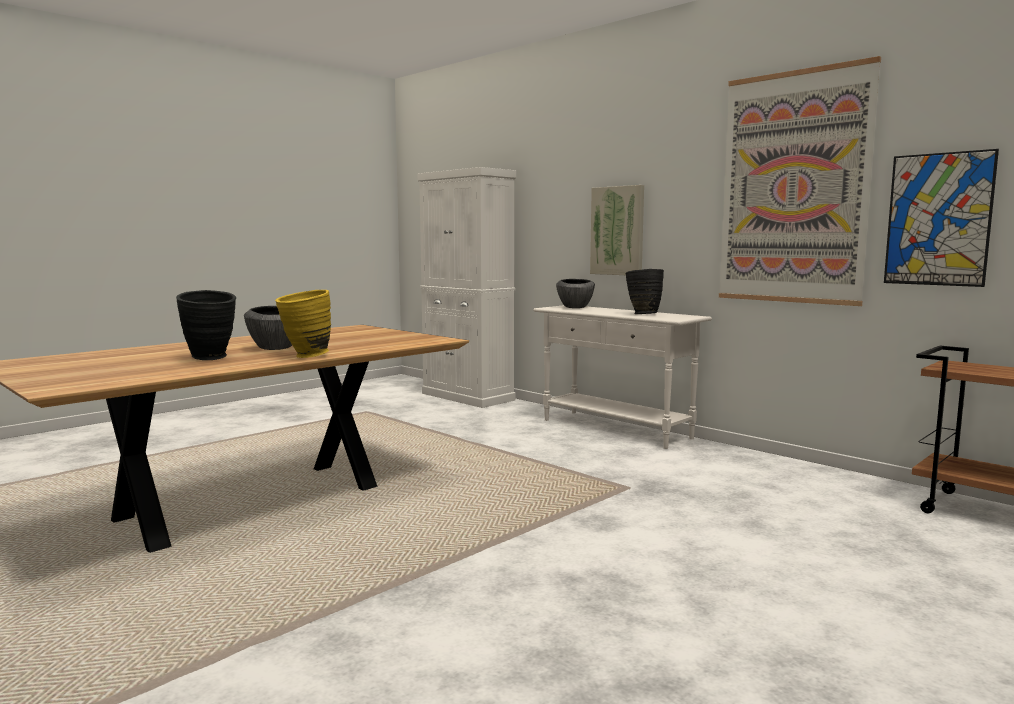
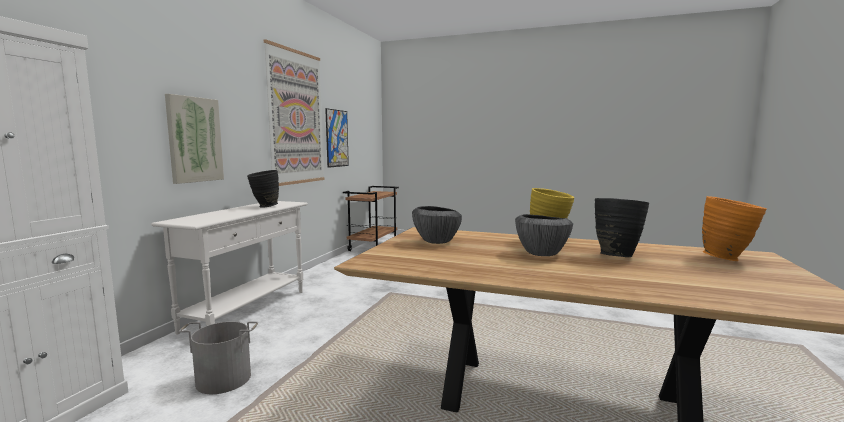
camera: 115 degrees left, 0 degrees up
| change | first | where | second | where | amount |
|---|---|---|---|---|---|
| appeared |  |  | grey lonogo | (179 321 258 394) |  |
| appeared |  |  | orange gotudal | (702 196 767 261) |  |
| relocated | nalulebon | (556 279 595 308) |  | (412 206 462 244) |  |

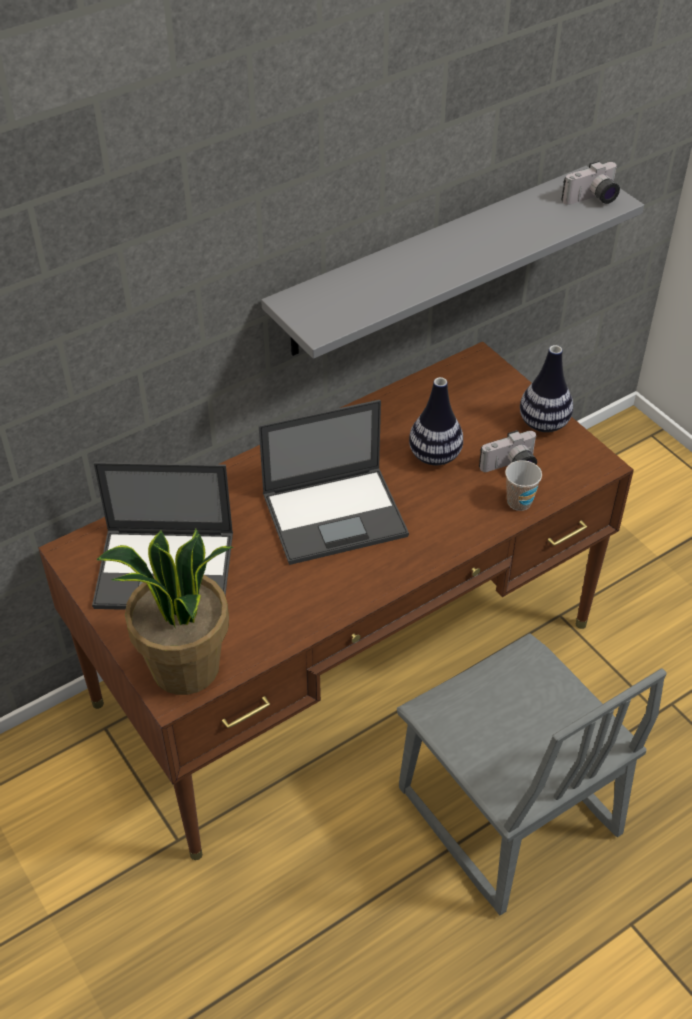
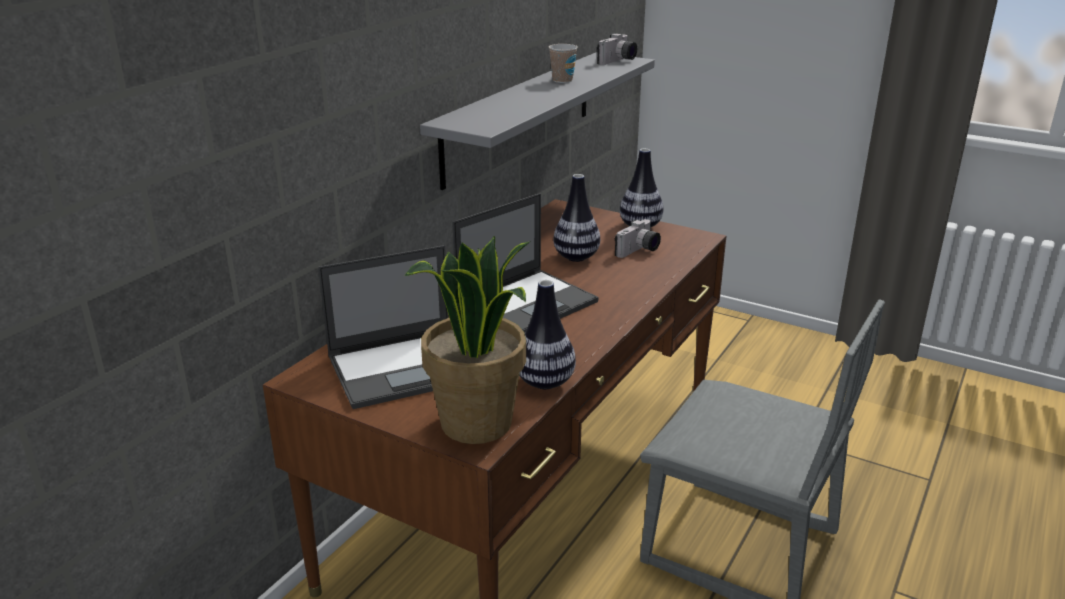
camera: 25 degrees left, 20 degrees down
| change | first | where | second | where | amount |
|---|---|---|---|---|---|
| appeared |  |  | gotudal | (519 280 576 389) |  |
| relocated | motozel | (505 460 542 511) |  | (549 44 578 83) |  |

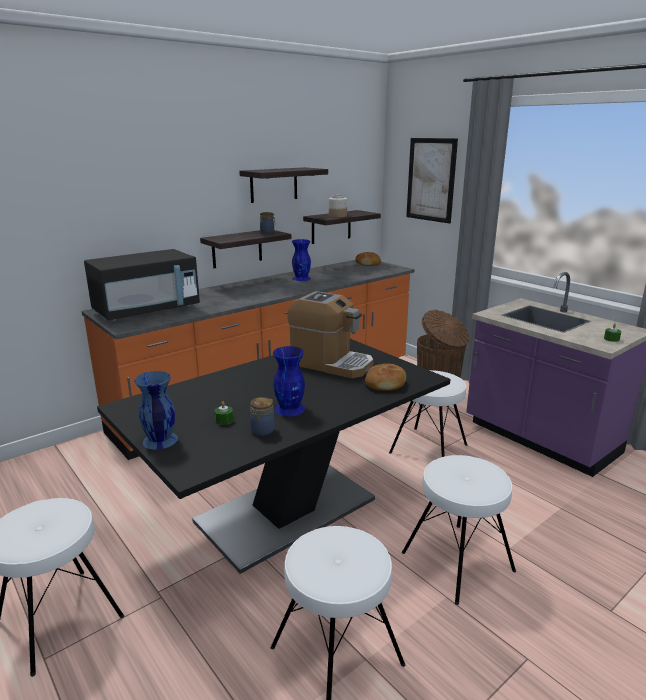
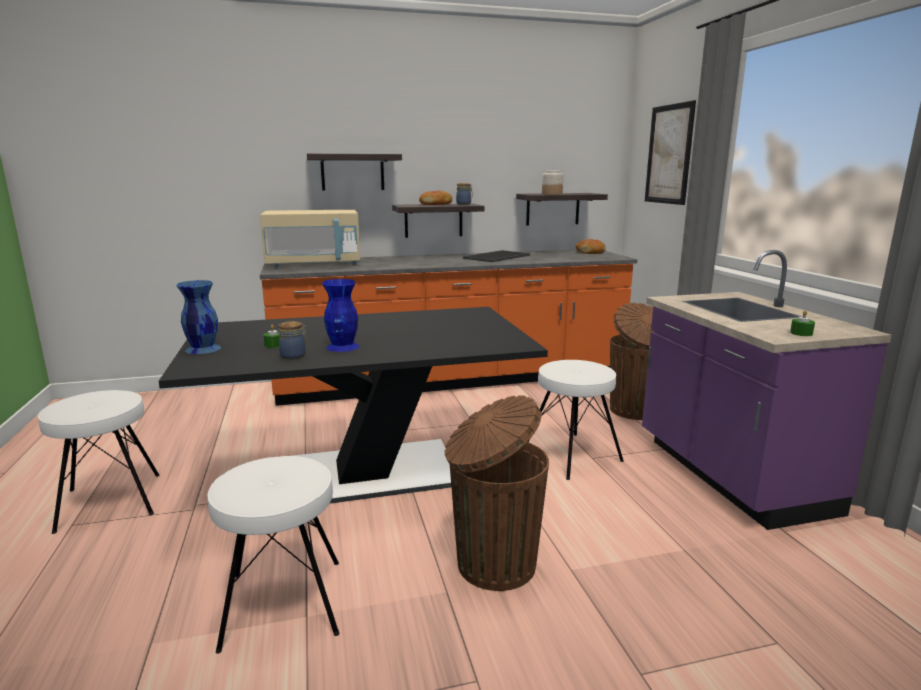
camera: 25 degrees right, 5 degrees down
| change | first | where | second | where | amount |
|---|---|---|---|---|---|
| missing | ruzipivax | (287 291 374 378) |  |  |  |
| relocated | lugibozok | (239 167 328 203) |  | (307 153 402 191) |  |
| relocated | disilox | (365 364 406 391) |  | (419 190 452 205) |  |
| exchanged | blue gotudal | (292 239 311 281) | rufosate | (463 250 530 262) |  |
| exchanged | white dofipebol | (402 455 516 605) | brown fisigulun | (445 395 549 591) |  |
| colour | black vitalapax | (84 249 200 321) | beige vitalapax | (260 210 360 267) |  |

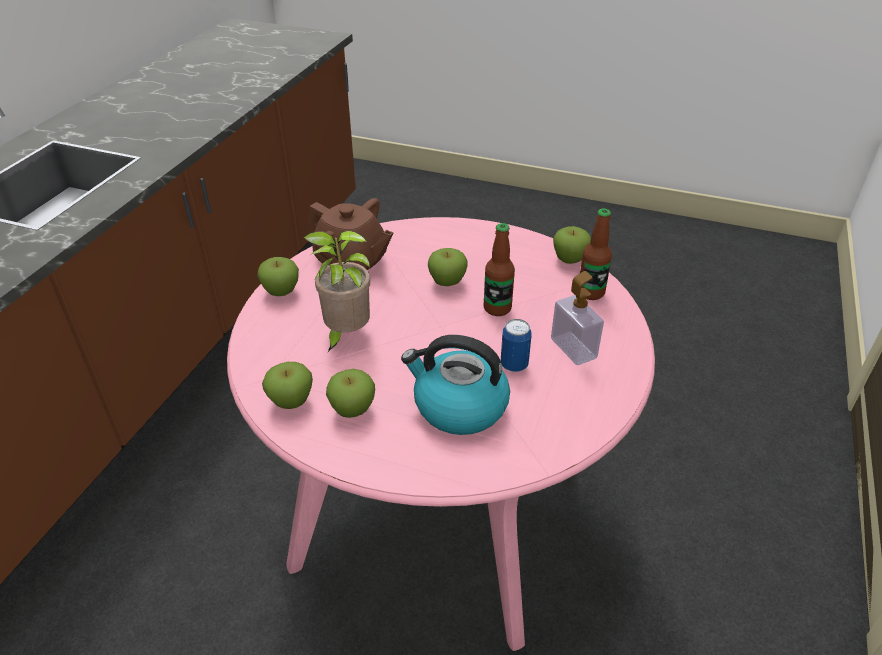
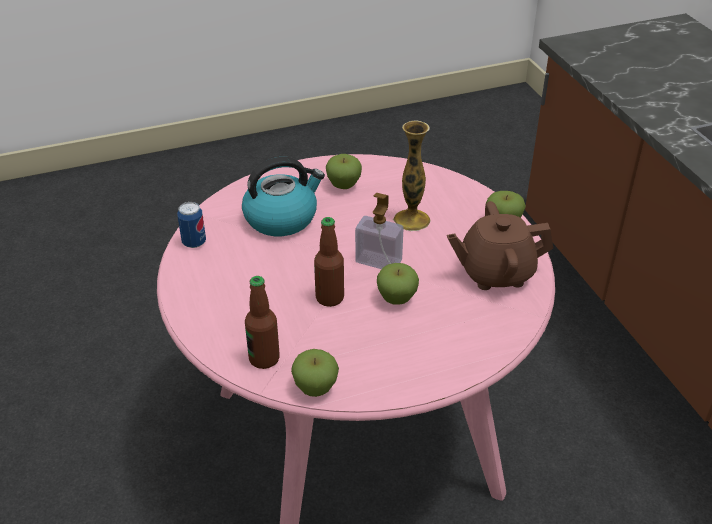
camera: 140 degrees right, 0 degrees up
| change | first | where | second | where | amount |
|---|---|---|---|---|---|
| missing | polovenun | (262 362 313 409) |  |  |  |
| relocated | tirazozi | (501 319 532 372) |  | (177 202 206 248) |  |
| relocated | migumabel | (551 271 604 365) |  | (355 193 404 269) |  |
| exchanged | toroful | (304 231 370 352) | gotudal | (393 121 431 231) |  |

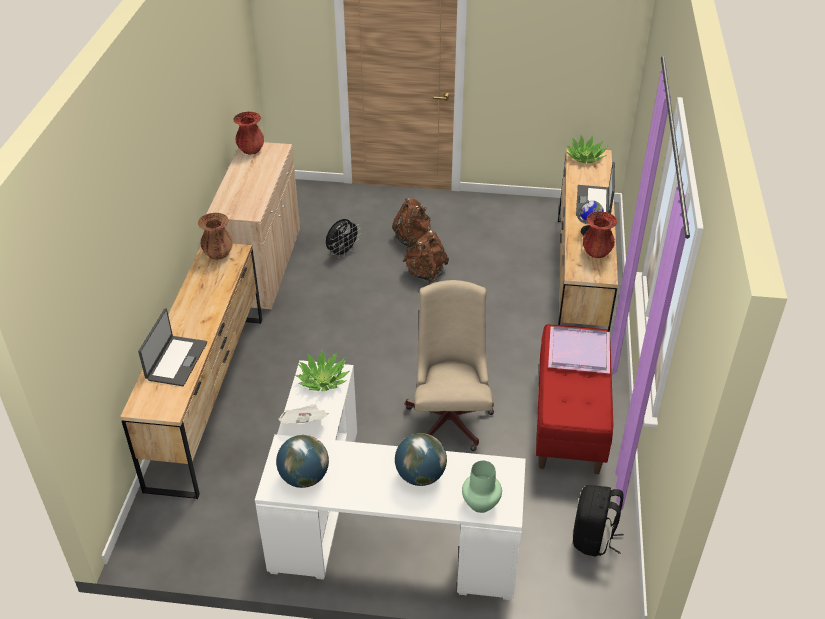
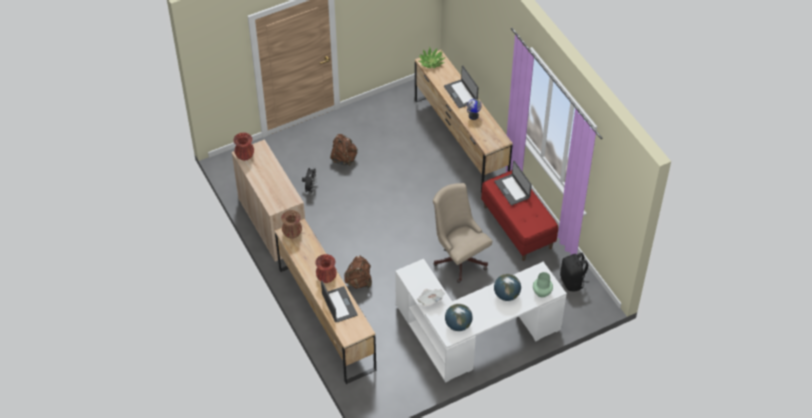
camera: 35 degrees left, 10 degrees up
| change | first | where | second | where | amount |
|---|---|---|---|---|---|
| missing | toroful | (295 349 349 391) |  |  |  |
| relocated | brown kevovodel | (403 230 449 283) |  | (344 256 372 289) |  |
| relocated | red gotudal | (583 211 617 258) |  | (315 254 337 283) |  |
| exchanged | purple rufosate | (548 326 610 373) | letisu | (494 161 532 206) |  |

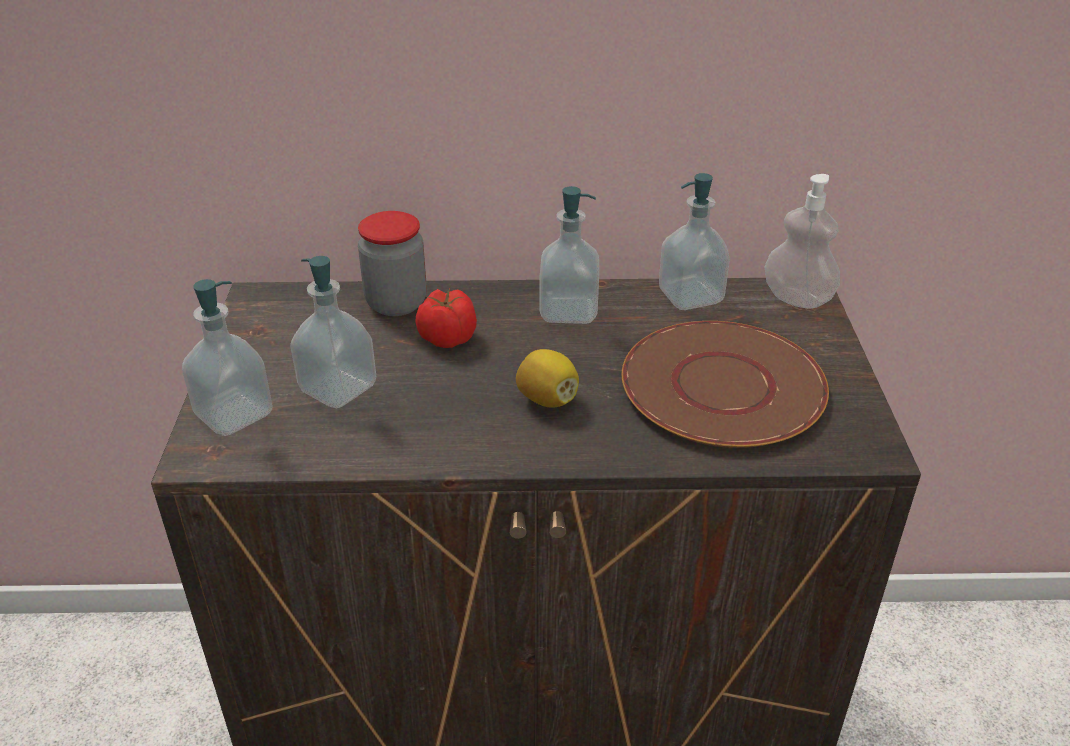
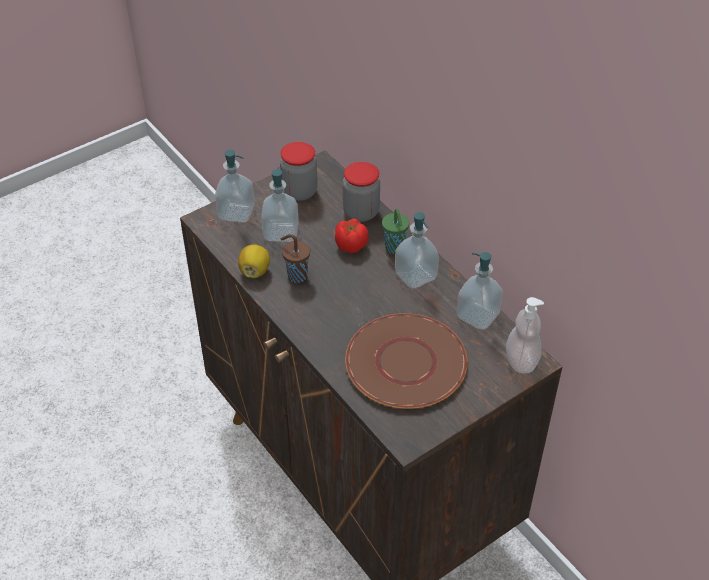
camera: 55 degrees right, 10 degrees up
| change | first | where | second | where | amount |
|---|---|---|---|---|---|
| appeared |  |  | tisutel | (280 142 318 201) |  |
| appeared |  |  | brown motozel | (281 234 310 283) |  |
| appeared |  |  | green motozel | (382 209 409 254) |  |
| relocated | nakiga | (516 349 579 408) |  | (238 244 270 278) |  |

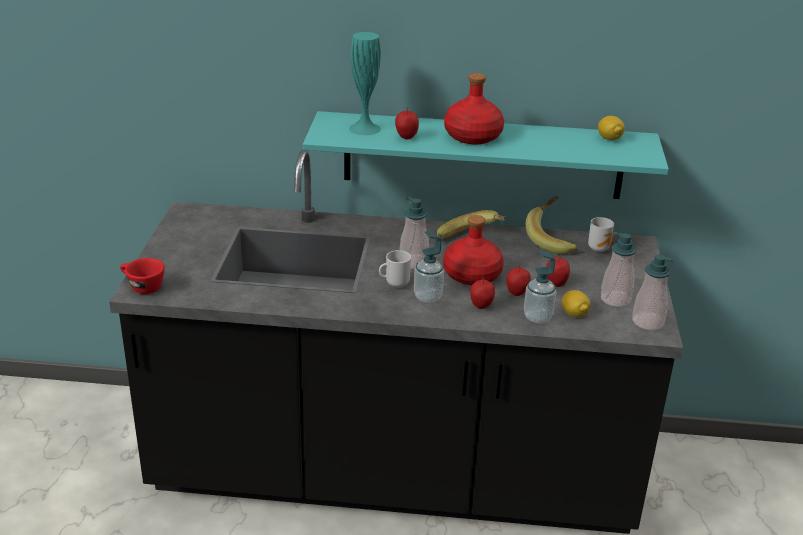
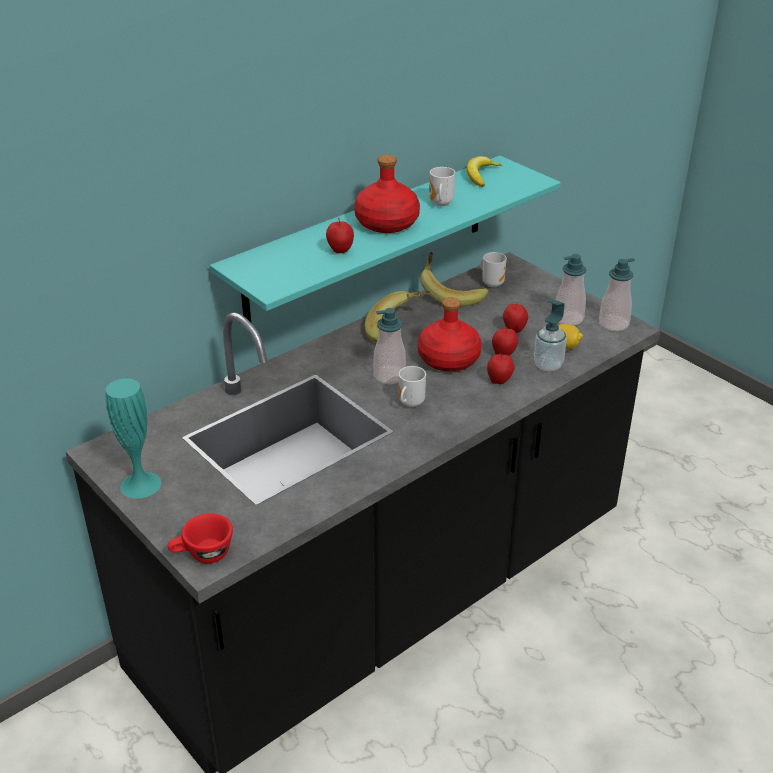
camera: 45 degrees left, 5 degrees up
| change | first | where | second | where | amount |
|---|---|---|---|---|---|
| missing | migumabel | (414 231 444 303) |  |  |  |
| appeared |  |  | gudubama | (429 167 455 206) |  |
| relocated | turquoise gotudal | (349 32 381 135) |  | (106 378 161 499) |  |
| exchanged | nakiga | (598 116 625 140) | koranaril | (467 156 502 187) |  |

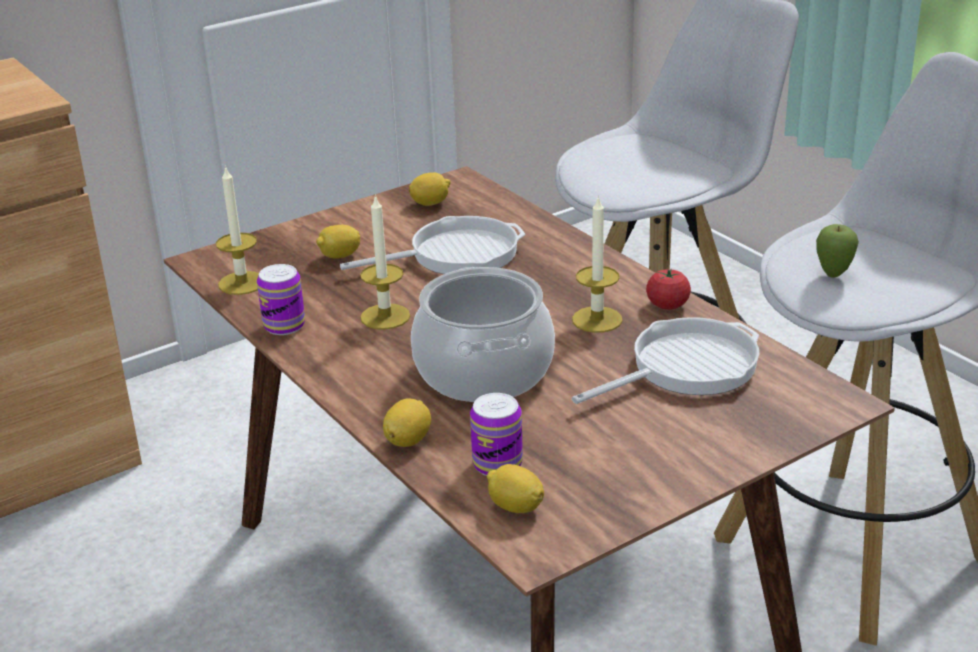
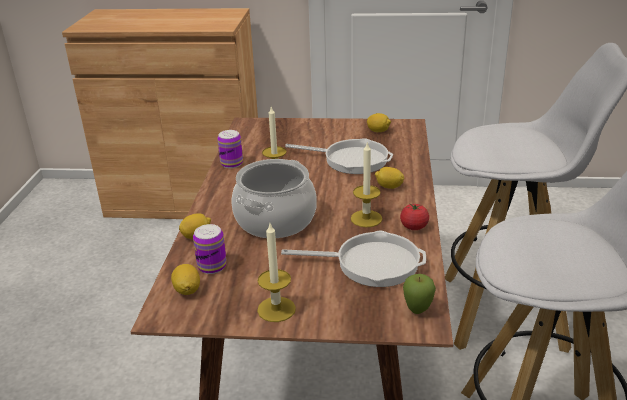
camera: 40 degrees right, 0 degrees up
| change | first | where | second | where | amount |
|---|---|---|---|---|---|
| relocated | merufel | (216 165 259 295) |  | (257 223 296 322) |  |
| relocated | nakiga | (316 225 360 259) |  | (375 167 404 189) |  |
| relocated | polovenun | (816 224 859 278) |  | (403 274 436 314) |  |

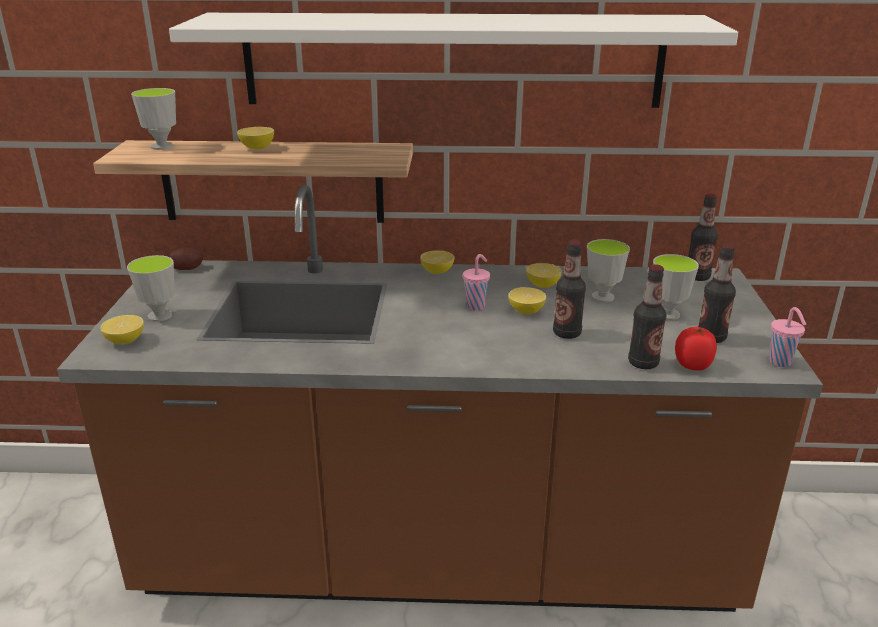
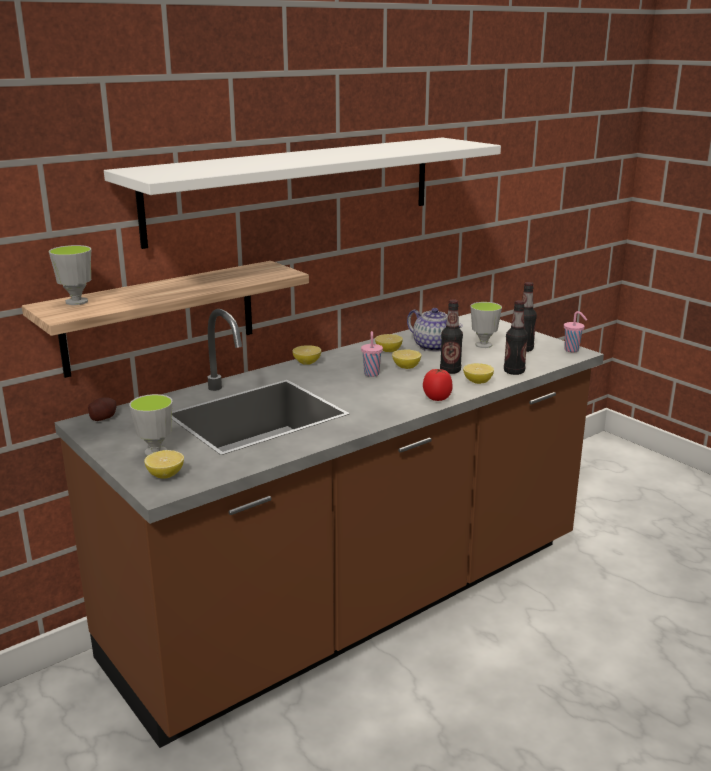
camera: 40 degrees left, 5 degrees down
| change | first | where | second | where | amount |
|---|---|---|---|---|---|
| missing | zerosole | (688 193 718 281) |  |  |  |
| relocated | nakiga | (237 127 274 149) |  | (463 363 494 384) |  |
| relocated | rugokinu | (675 327 717 371) |  | (423 369 452 401) |  |
| exchanged | motozel | (587 239 630 302) | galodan | (407 308 463 352) |  |

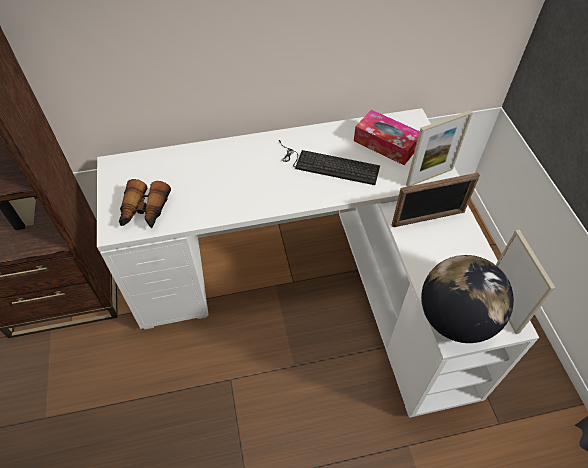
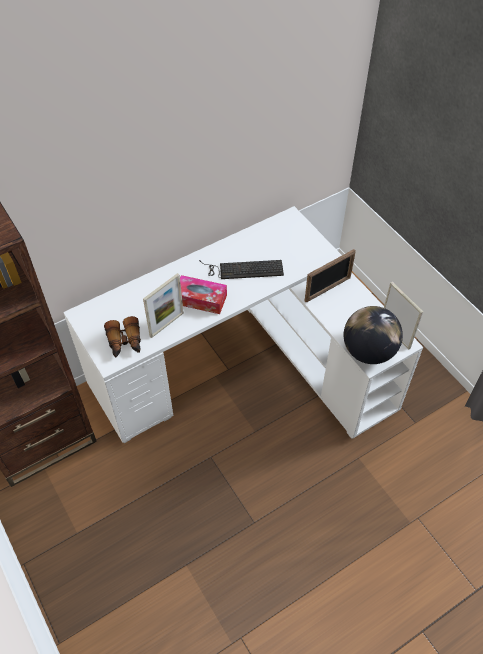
camera: 20 degrees left, 0 degrees up
| change | first | where | second | where | amount |
|---|---|---|---|---|---|
| relocated | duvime | (354 110 420 165) |  | (180 275 227 314) |  |
| relocated | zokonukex | (406 110 473 187) |  | (143 273 184 338) |  |

